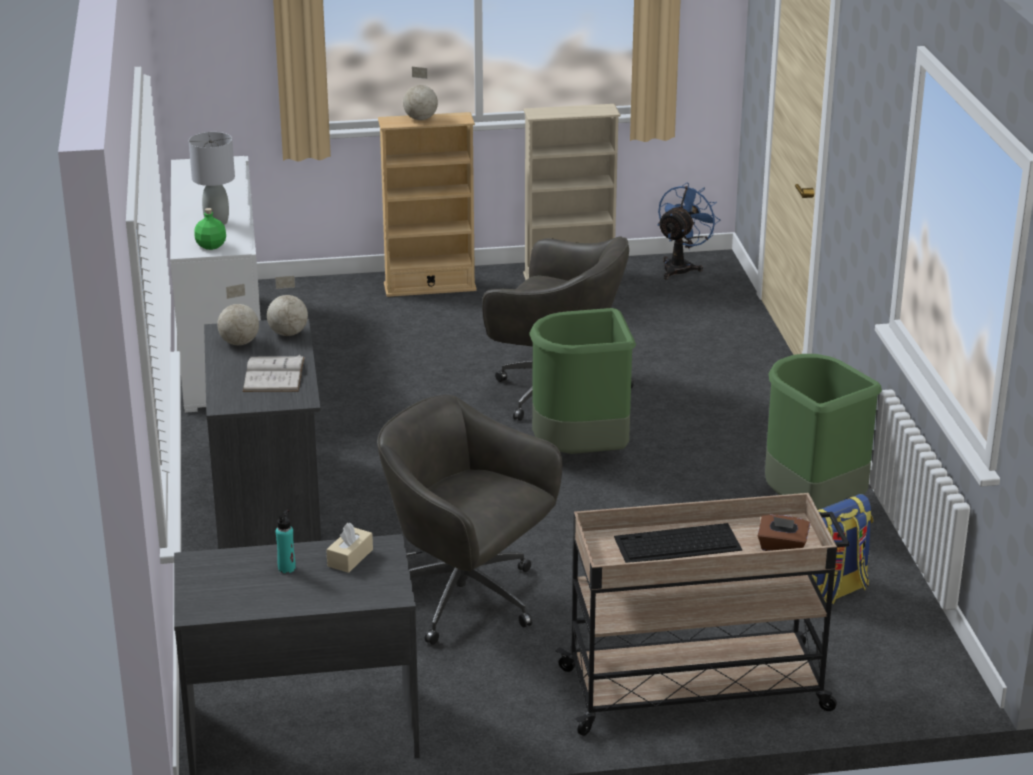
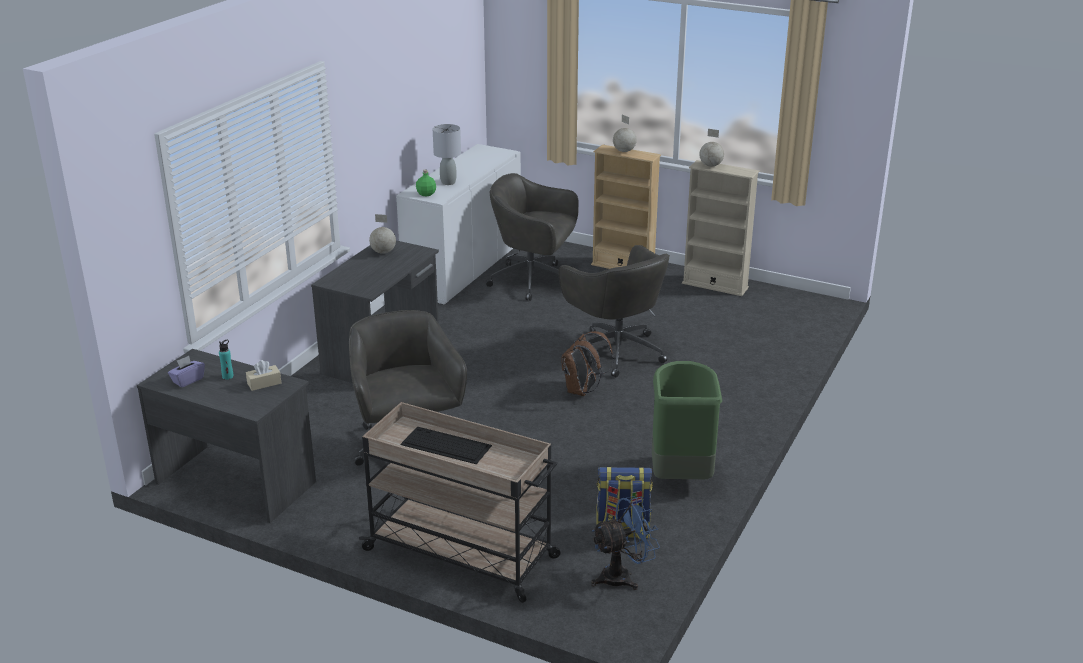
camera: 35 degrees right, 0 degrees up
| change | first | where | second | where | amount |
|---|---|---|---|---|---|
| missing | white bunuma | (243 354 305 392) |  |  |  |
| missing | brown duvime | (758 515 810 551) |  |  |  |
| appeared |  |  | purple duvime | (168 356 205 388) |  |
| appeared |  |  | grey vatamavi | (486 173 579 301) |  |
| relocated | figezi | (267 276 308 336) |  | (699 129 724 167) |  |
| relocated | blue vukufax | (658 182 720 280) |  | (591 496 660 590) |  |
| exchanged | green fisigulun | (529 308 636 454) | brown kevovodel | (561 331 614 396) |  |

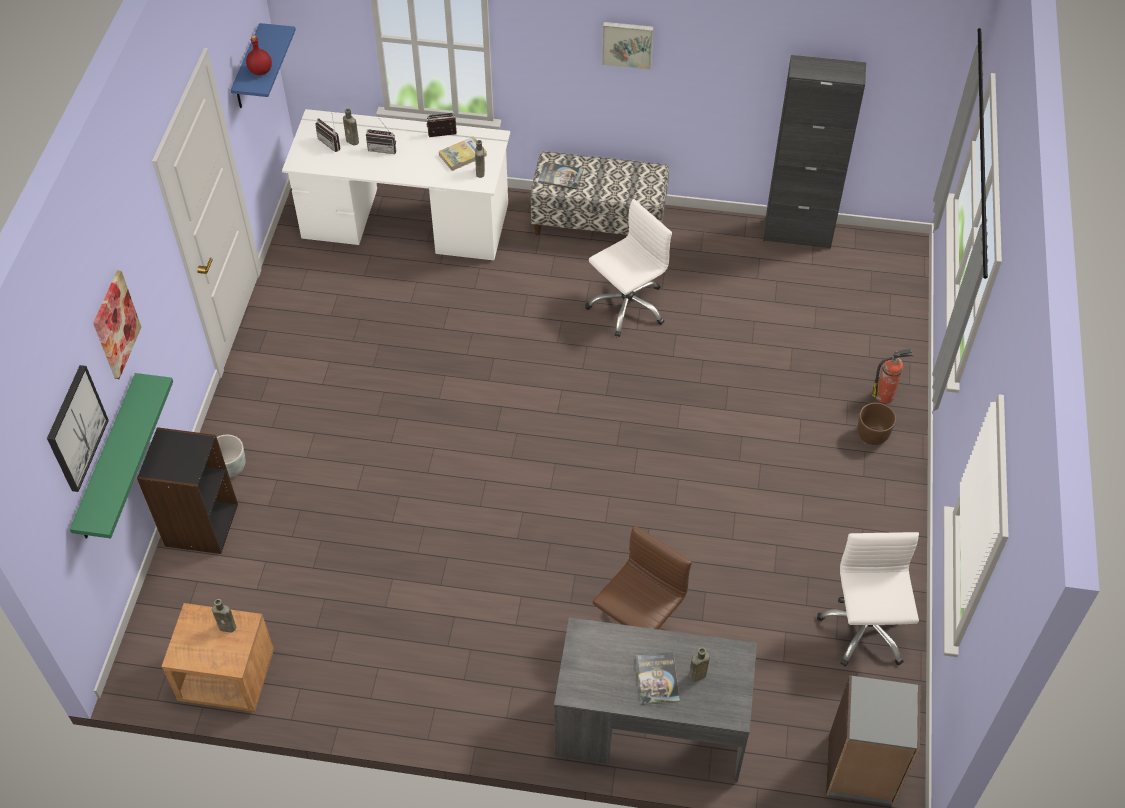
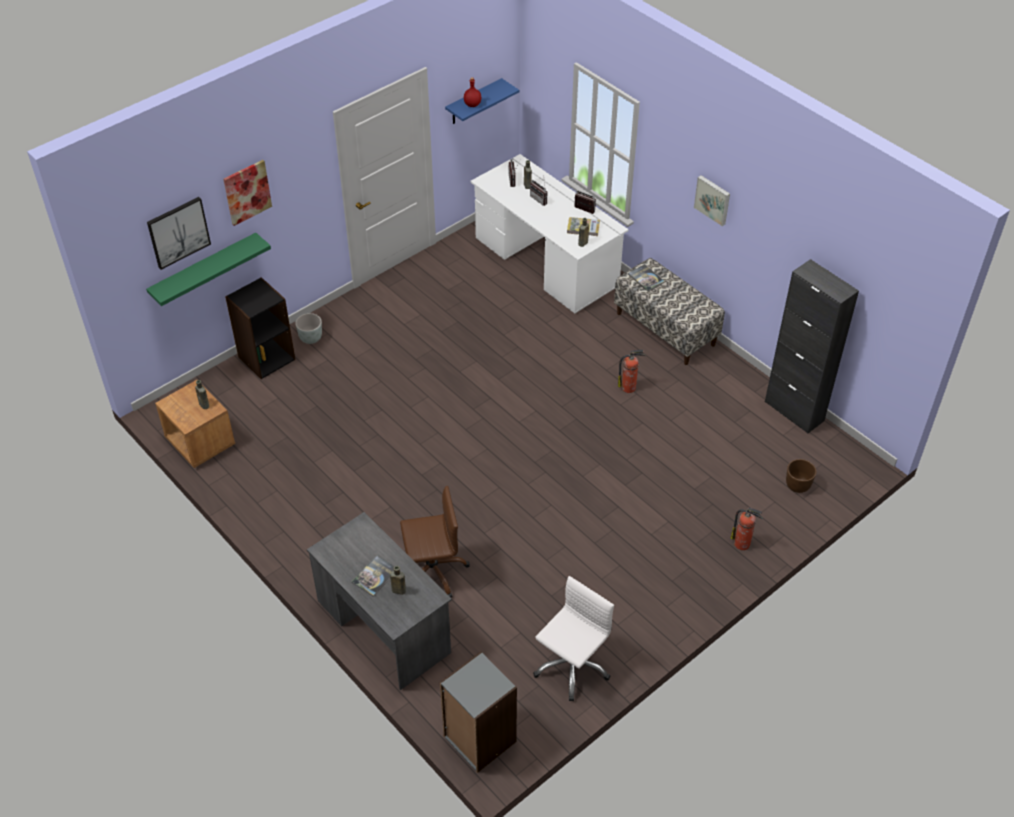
camera: 40 degrees right, 5 degrees down
| change | first | where | second | where | amount |
|---|---|---|---|---|---|
| relocated | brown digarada | (858 403 896 445) |  | (786 459 816 493) |  |
| exchanged | white vatamavi | (585 199 672 337) | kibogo | (618 350 646 393) |  |

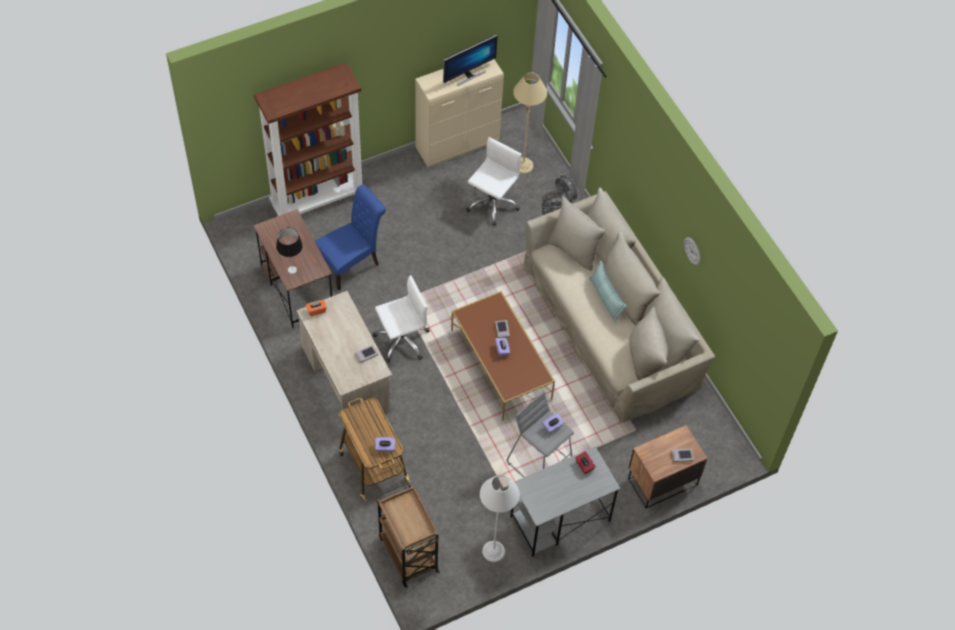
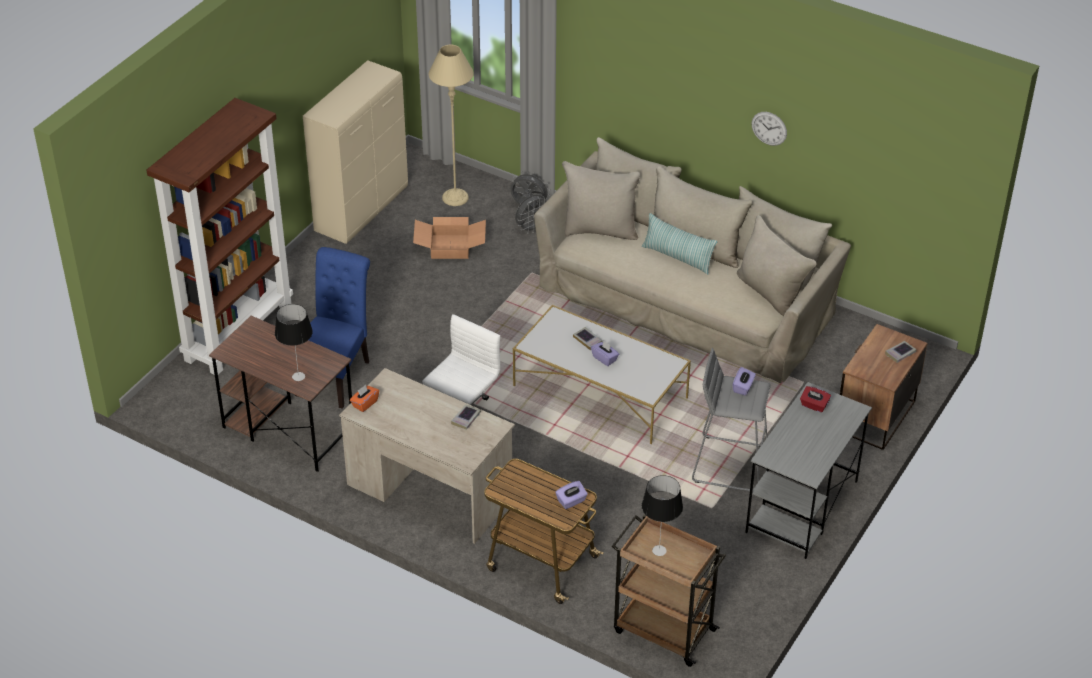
camera: 30 degrees left, 15 degrees down
| change | first | where | second | where | amount |
|---|---|---|---|---|---|
| missing | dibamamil | (443 35 497 86) |  |  |  |
| missing | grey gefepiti | (480 475 520 562) |  |  |  |
| appeared |  |  | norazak | (642 475 683 556) |  |
| exchanged | white vatamavi | (466 137 522 226) | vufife | (413 217 486 259) |  |
| colour | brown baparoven | (451 291 555 421) | white baparoven | (513 305 691 444) |  |

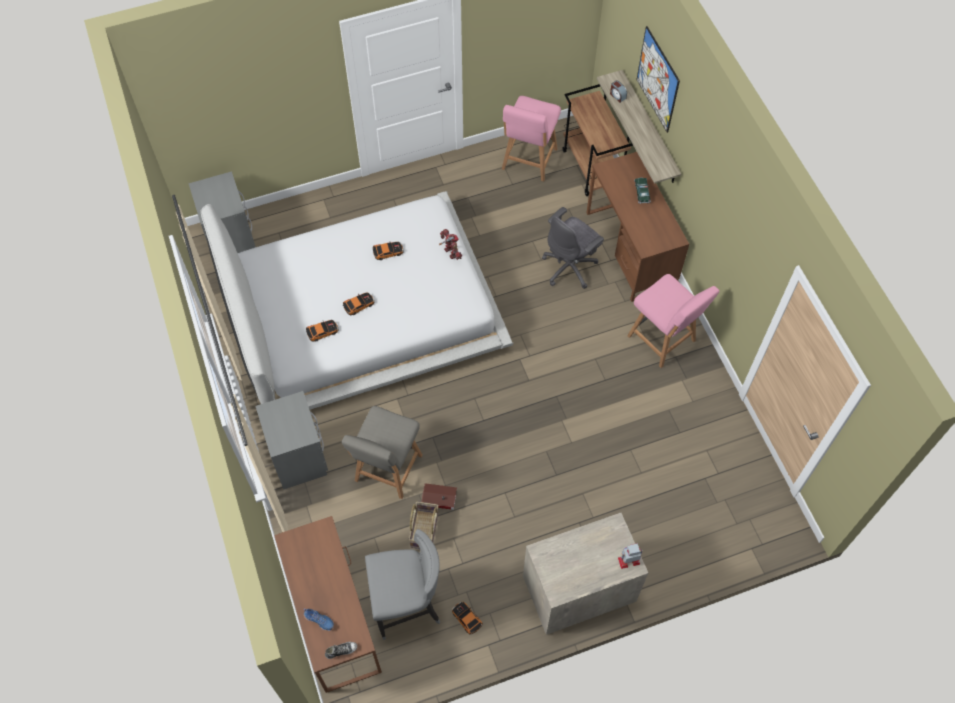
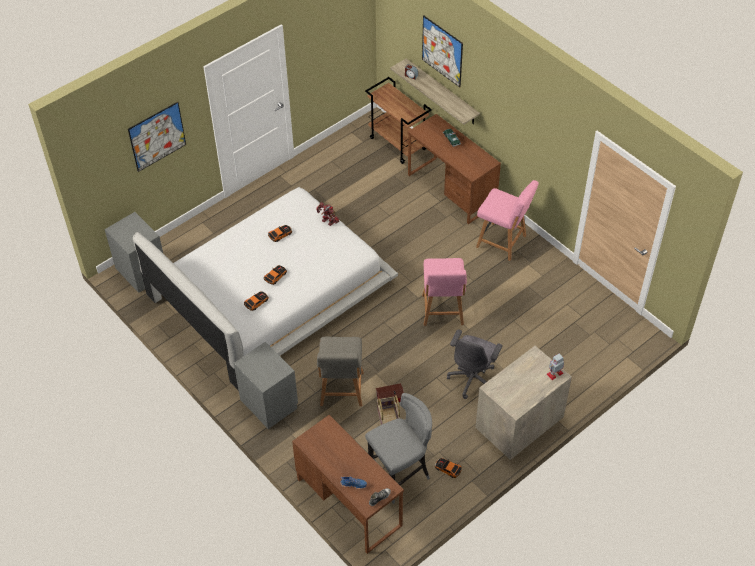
camera: 20 degrees left, 10 degrees down
| change | first | where | second | where | amount |
|---|---|---|---|---|---|
| appeared |  |  | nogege | (128 102 186 172) |  |
| relocated | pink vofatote | (502 96 561 182) |  | (422 258 467 326) |  |
| relocated | grey vatamavi | (542 207 604 289) |  | (447 329 503 399) |  |

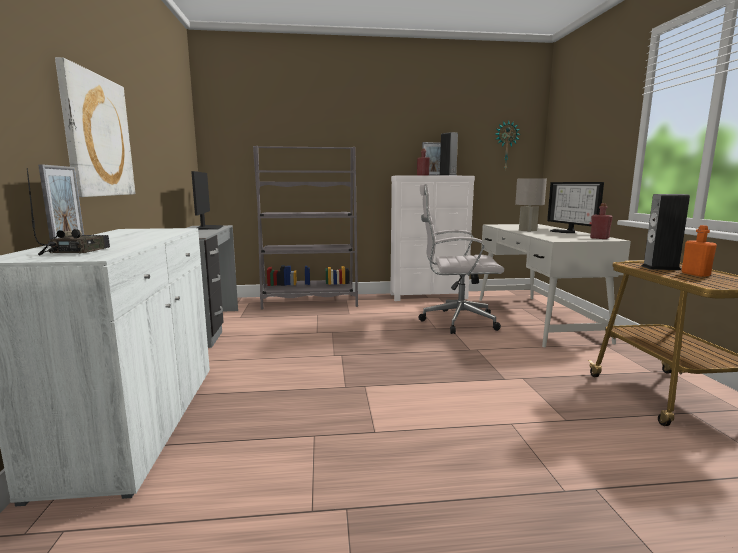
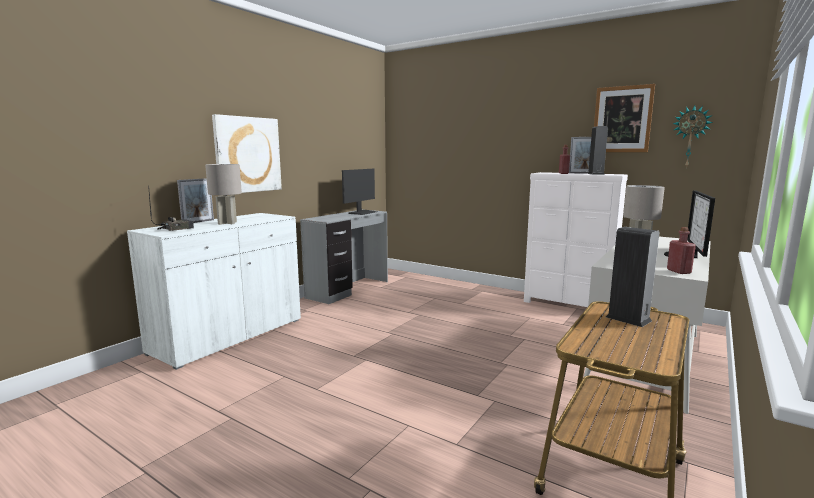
camera: 40 degrees right, 0 degrees up
| change | first | where | second | where | amount |
|---|---|---|---|---|---|
| missing | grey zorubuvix | (253 146 358 309) |  |  |  |
| missing | white vatamavi | (418 184 504 334) |  |  |  |
| missing | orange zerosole | (682 225 717 277) |  |  |  |
| appeared |  |  | grey norazak | (205 164 242 225) |  |
| appeared |  |  | nogege | (594 84 655 152) |  |

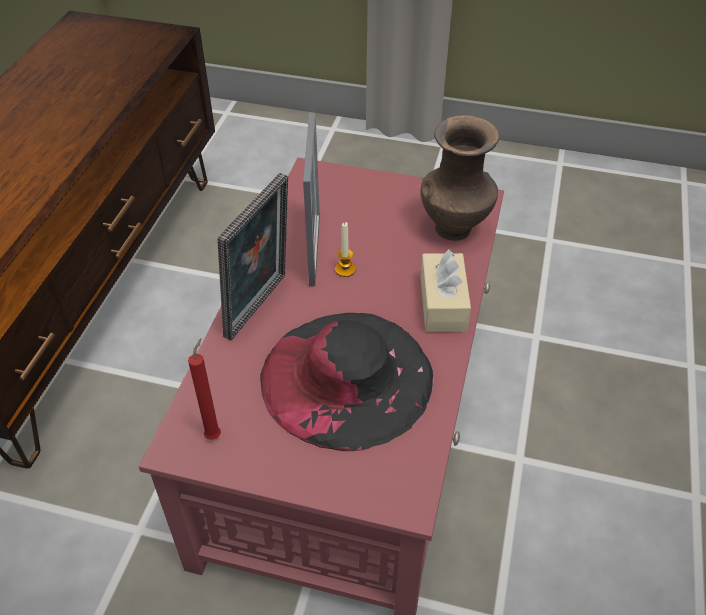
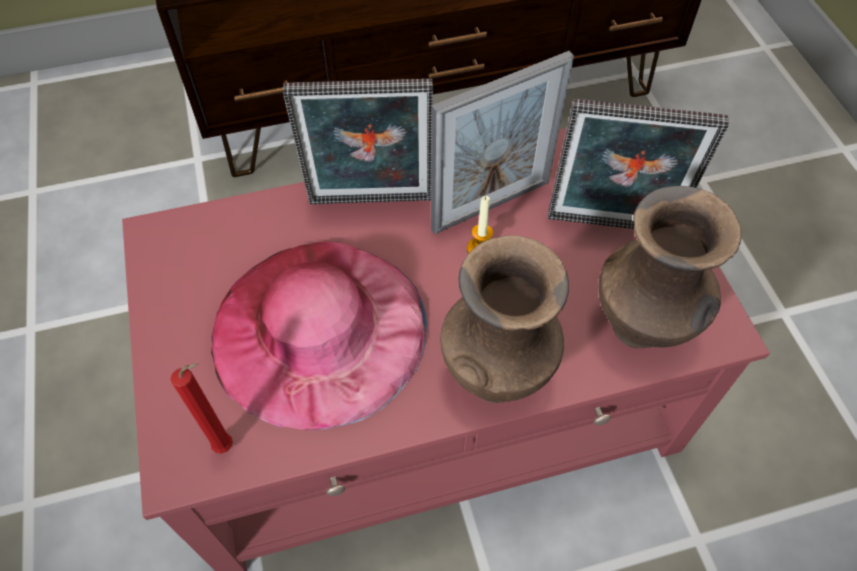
camera: 60 degrees right, 10 degrees up
| change | first | where | second | where | amount |
|---|---|---|---|---|---|
| appeared |  |  | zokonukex | (548 99 729 229) |  |
| relocated | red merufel | (188 338 221 440) |  | (171 363 233 454) |  |
| exchanged | beige duvime | (420 249 471 332) | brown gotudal | (440 235 569 403) |  |
| colour | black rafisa | (260 313 434 451) | pink rafisa | (211 242 427 430) |  |

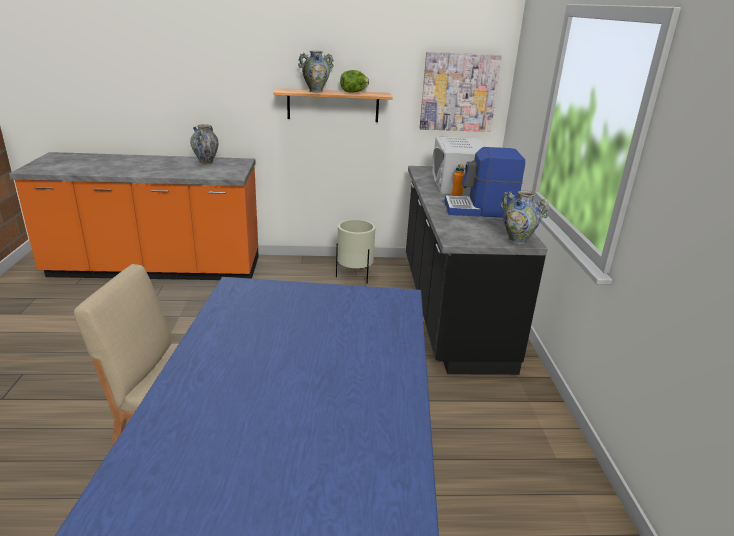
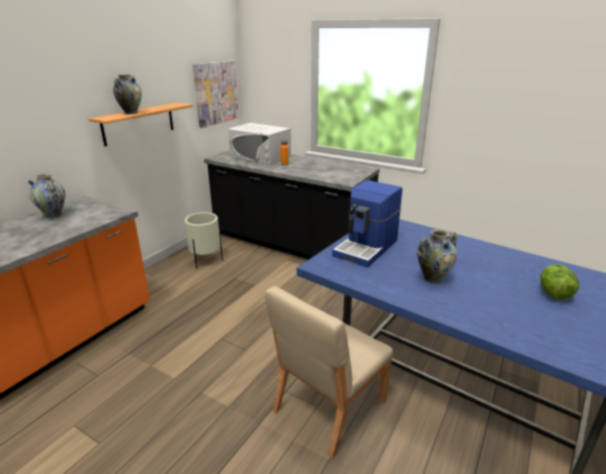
camera: 55 degrees left, 0 degrees up
| change | first | where | second | where | amount |
|---|---|---|---|---|---|
| relocated | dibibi | (340 70 369 93) |  | (540 264 579 300) |  |
| relocated | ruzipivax | (445 147 525 218) |  | (332 180 402 268) |  |
| relocated | gotudal | (500 190 550 245) |  | (417 229 457 283) |  |

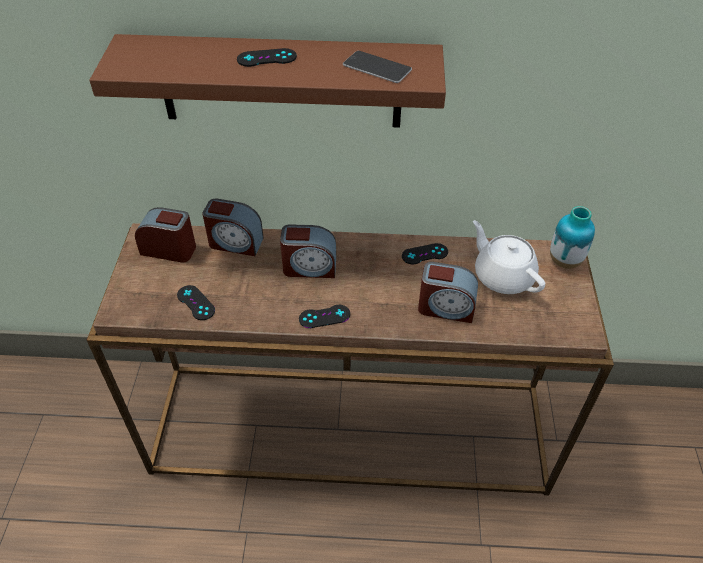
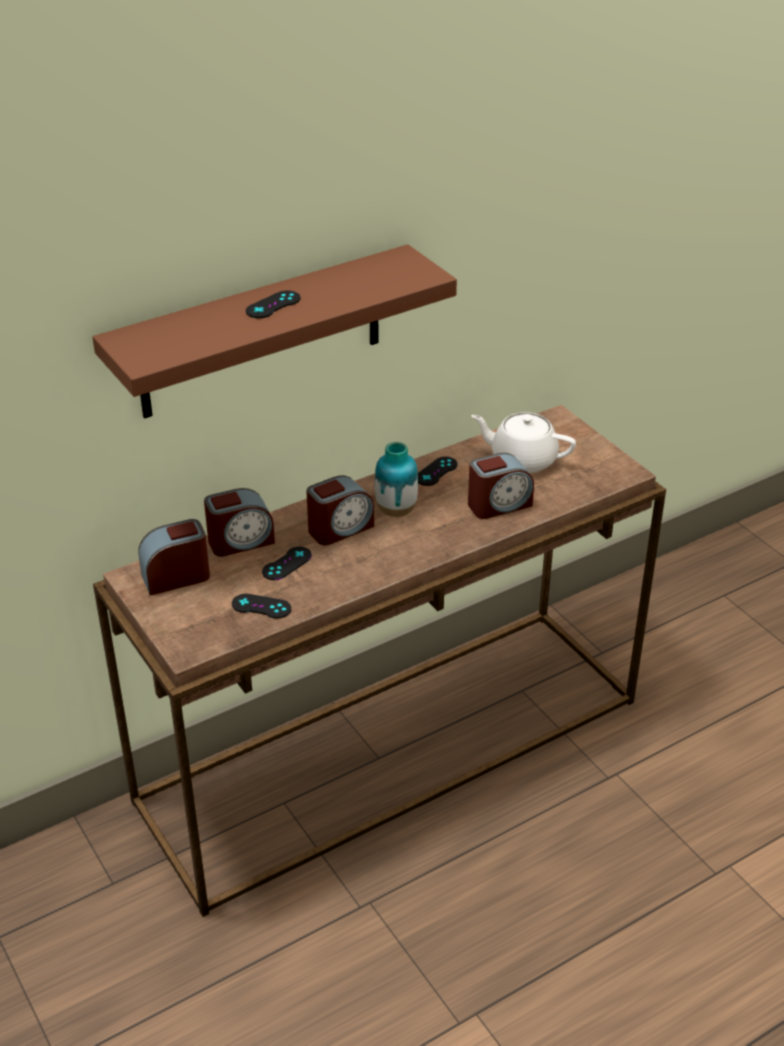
camera: 35 degrees left, 10 degrees down
| change | first | where | second | where | amount |
|---|---|---|---|---|---|
| missing | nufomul | (343 51 412 83) |  |  |  |
| relocated | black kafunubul | (299 305 350 328) |  | (262 547 312 580) |  |
| relocated | gotudal | (550 206 595 269) |  | (375 442 418 517) |  |

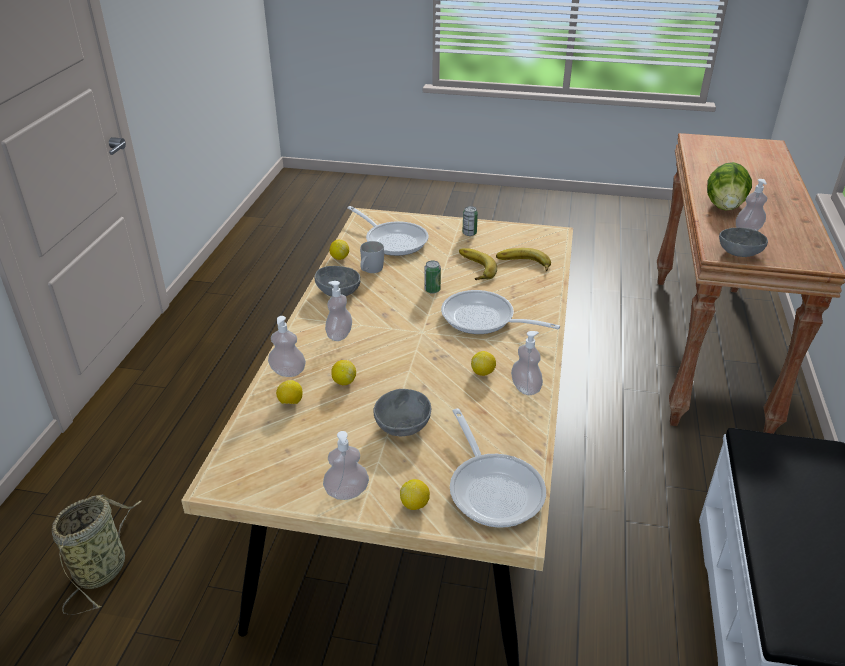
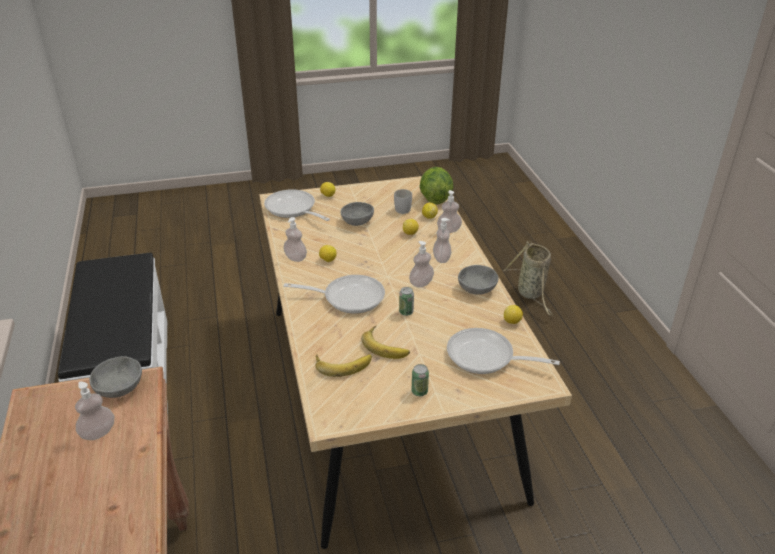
camera: 155 degrees right, 0 degrees up
| change | first | where | second | where | amount |
|---|---|---|---|---|---|
| relocated | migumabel | (323 431 369 500) |  | (409 241 434 288) |  |
| relocated | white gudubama | (360 241 384 273) |  | (394 189 412 214) |  |
| relocated | dibibi | (707 162 752 211) |  | (420 167 454 205) |  |

